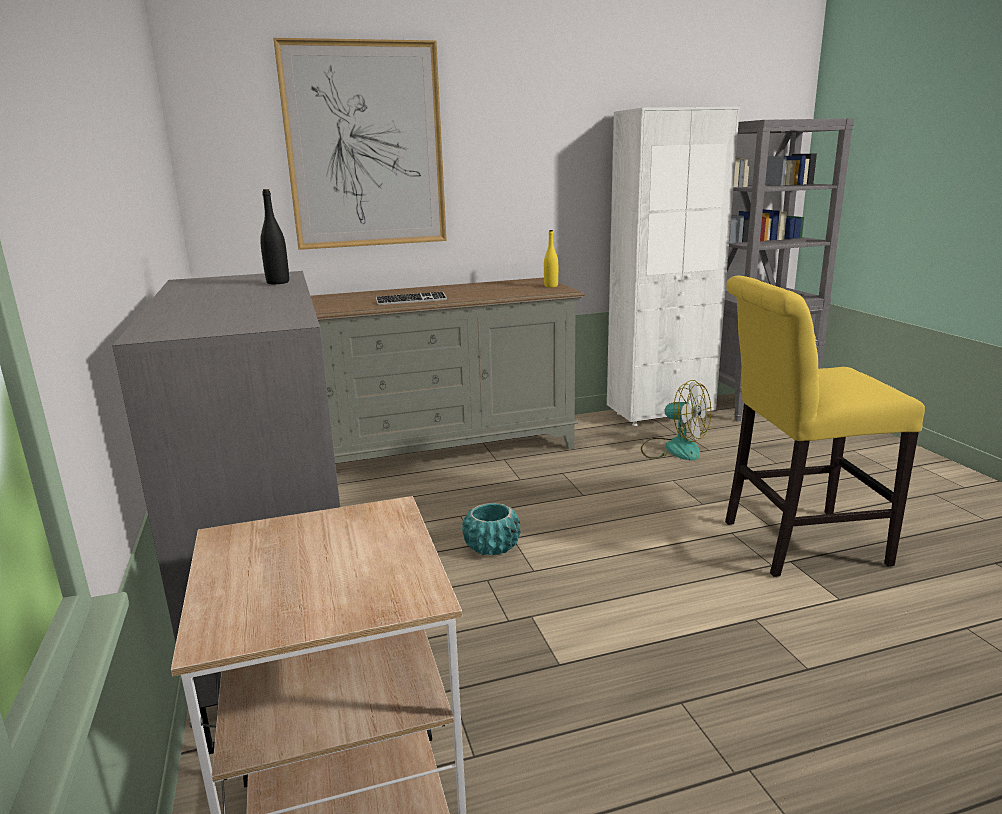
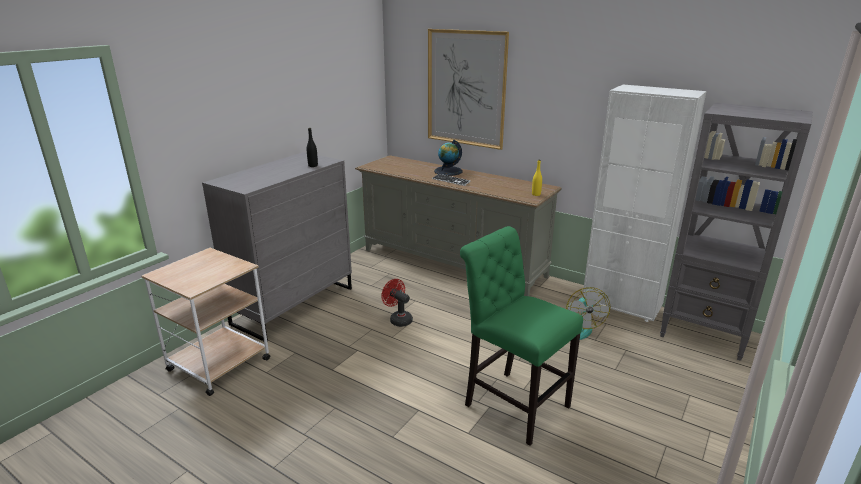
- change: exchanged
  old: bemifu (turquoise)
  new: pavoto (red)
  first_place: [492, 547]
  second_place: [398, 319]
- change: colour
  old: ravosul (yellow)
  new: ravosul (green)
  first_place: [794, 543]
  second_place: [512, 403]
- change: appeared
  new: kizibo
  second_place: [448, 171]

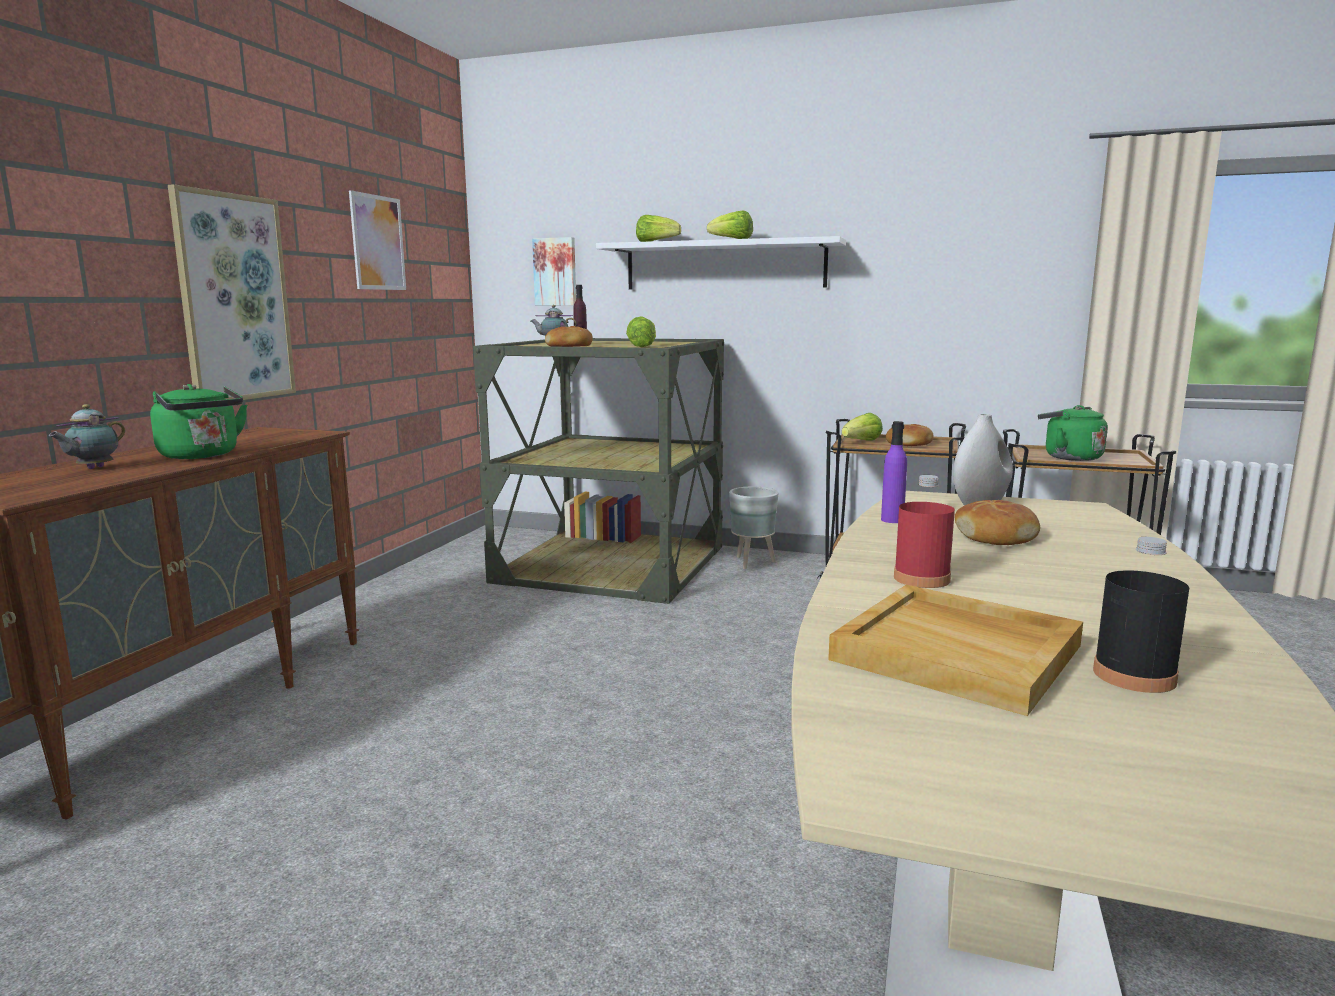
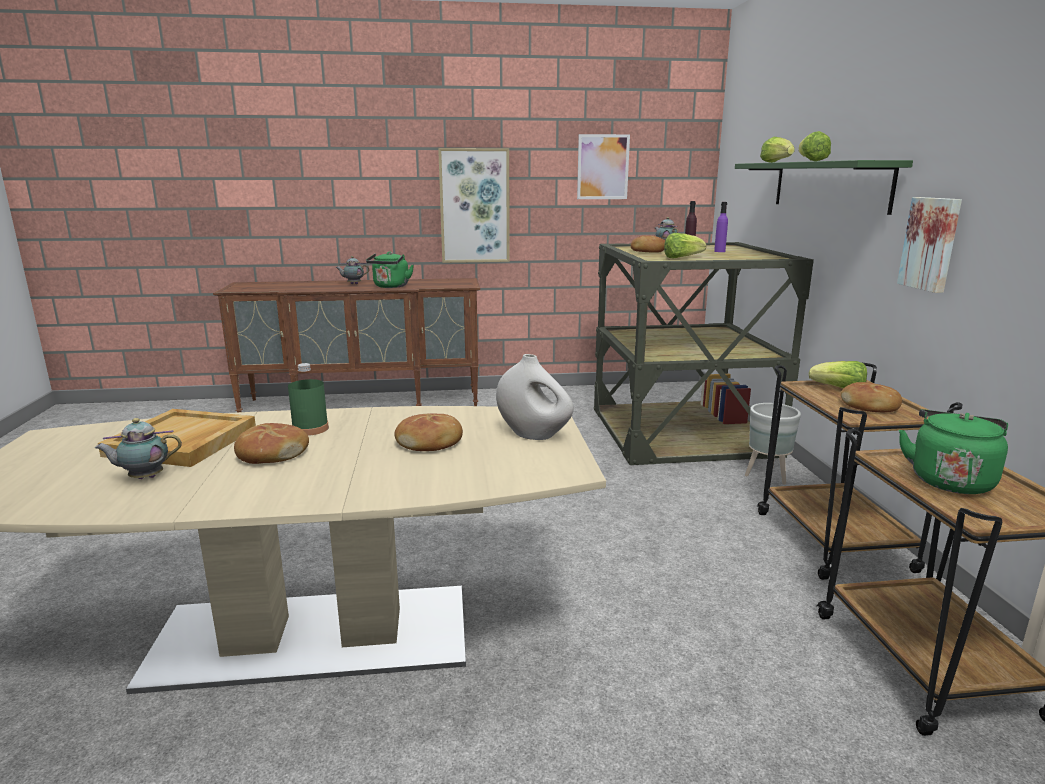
- change: relocated
  old: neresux
  first_place: [555, 272]
  second_place: [931, 244]
- change: colour
  old: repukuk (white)
  new: repukuk (green)
  first_place: [724, 265]
  second_place: [829, 185]
- change: relocated
  old: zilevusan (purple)
  first_place: [892, 520]
  second_place: [719, 251]
- change: colour
  old: zilevusan (red)
  new: zilevusan (green)
  first_place: [921, 578]
  second_place: [310, 429]
- change: exchanged
  old: zilevusan (black)
  new: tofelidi
  first_place: [1134, 676]
  second_place: [144, 478]
- change: appeared
  new: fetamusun
  second_place: [271, 454]

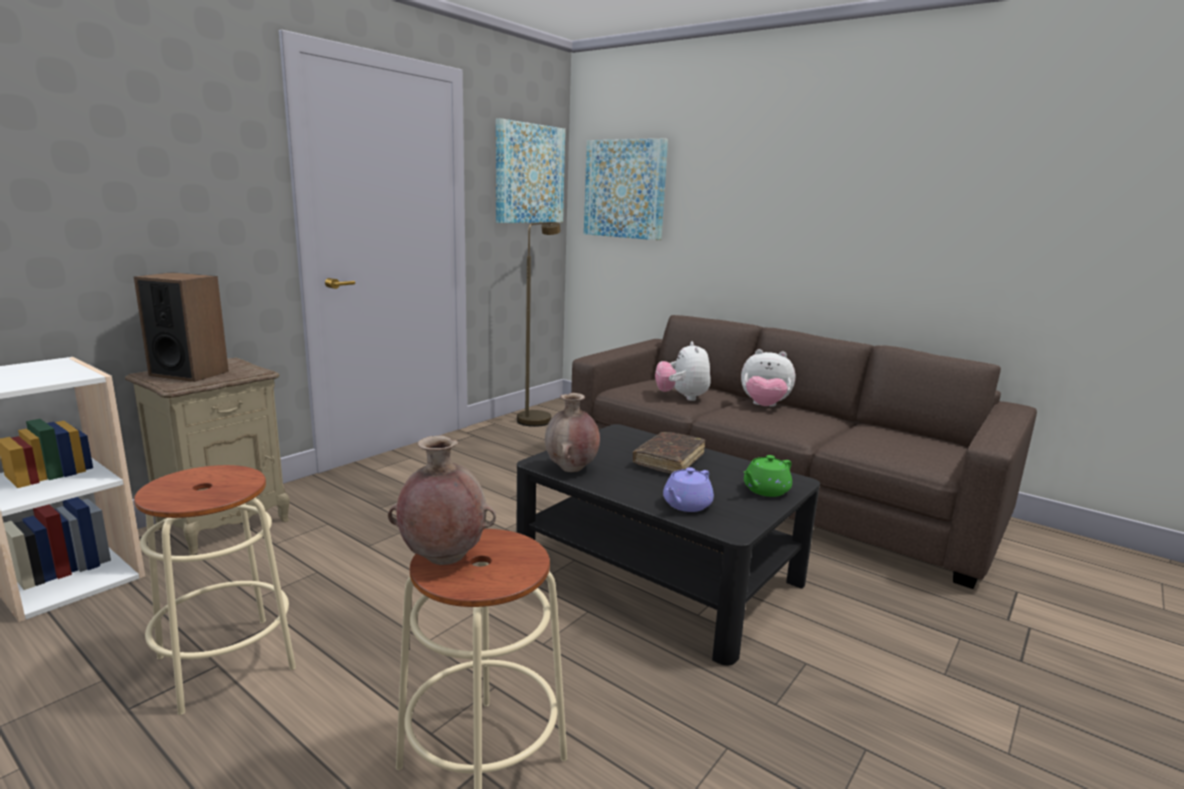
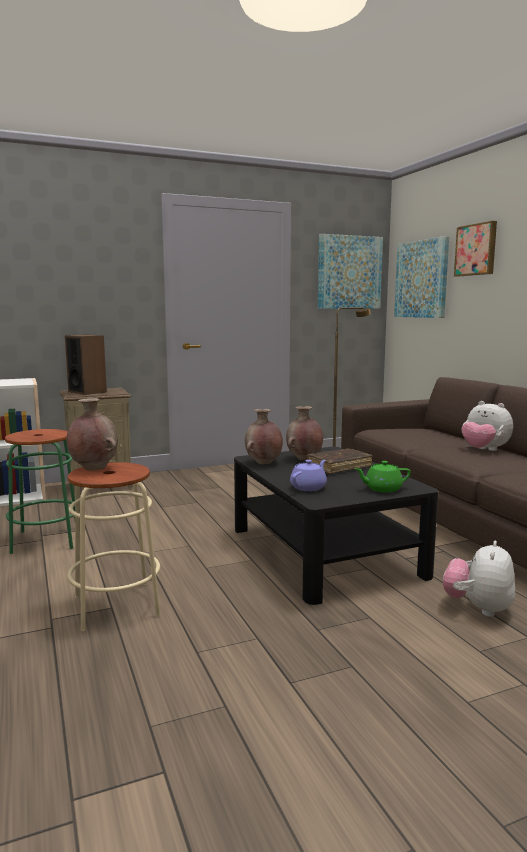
- change: colour
  old: ravosul (beige)
  new: ravosul (green)
  first_place: [226, 662]
  second_place: [46, 540]
- change: relocated
  old: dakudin
  first_place: [682, 397]
  second_place: [478, 608]
- change: spun
  old: tofelidi (purple)
  first_place: [686, 505]
  second_place: [309, 487]
  degrees: 150
- change: appeared
  new: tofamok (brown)
  second_place: [304, 459]
- change: appeared
  new: neresux
  second_place: [476, 250]

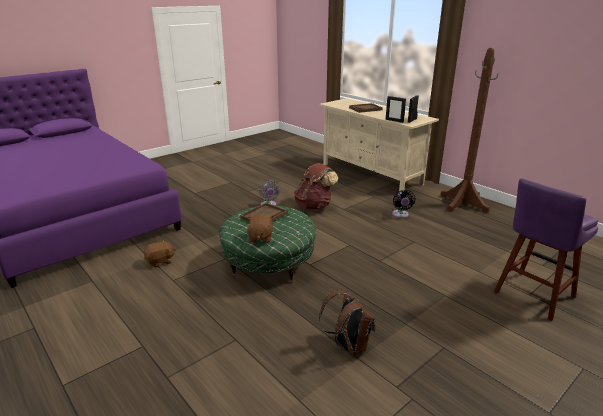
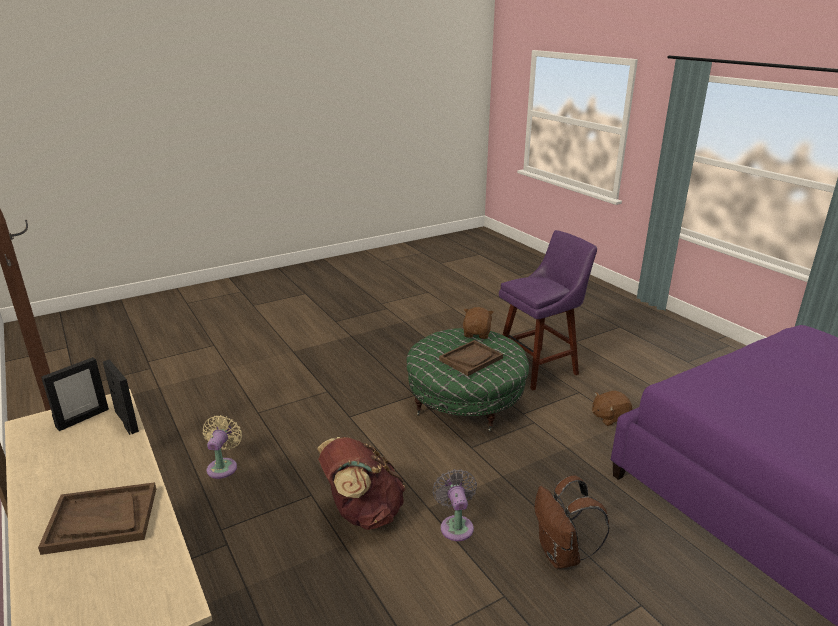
- change: relocated
  old: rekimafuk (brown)
  first_place: [347, 346]
  second_place: [562, 555]
- change: colour
  old: pavoto (black)
  new: pavoto (beige)
  first_place: [400, 215]
  second_place: [223, 466]
- change: relocated
  old: ravosul (purple)
  first_place: [532, 296]
  second_place: [539, 367]

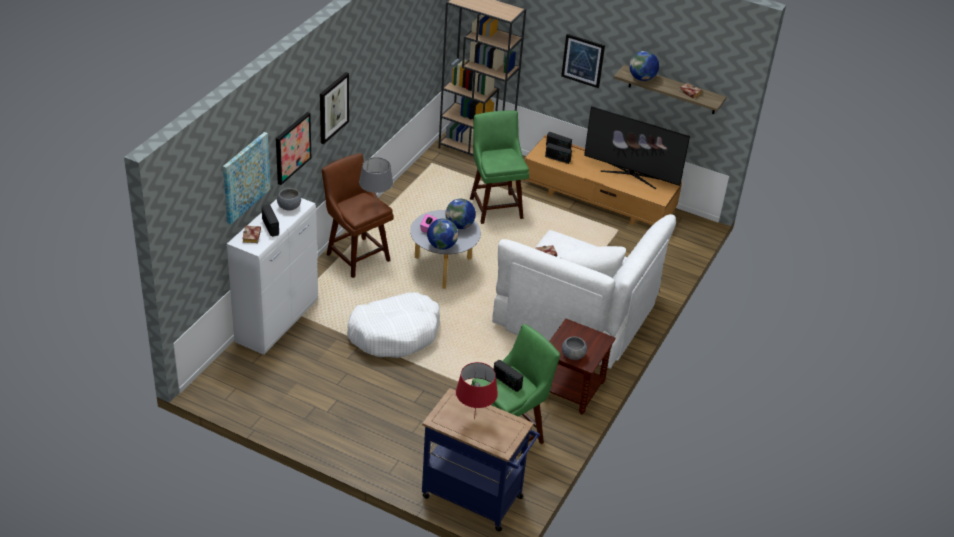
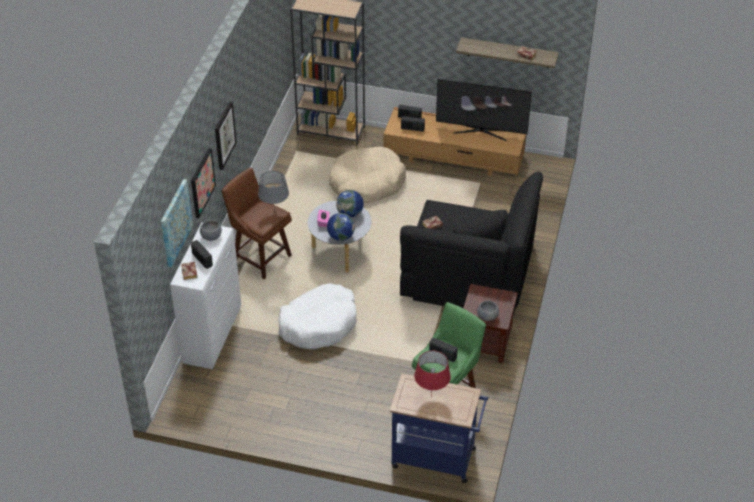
- change: exchanged
  old: ravosul (green)
  new: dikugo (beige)
  first_place: [495, 207]
  second_place: [366, 183]
- change: colour
  old: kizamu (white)
  new: kizamu (black)
  first_place: [576, 313]
  second_place: [468, 270]
- change: missing
  old: neresux
  first_place: [583, 60]
- change: missing
  old: kizibo
  first_place: [642, 78]

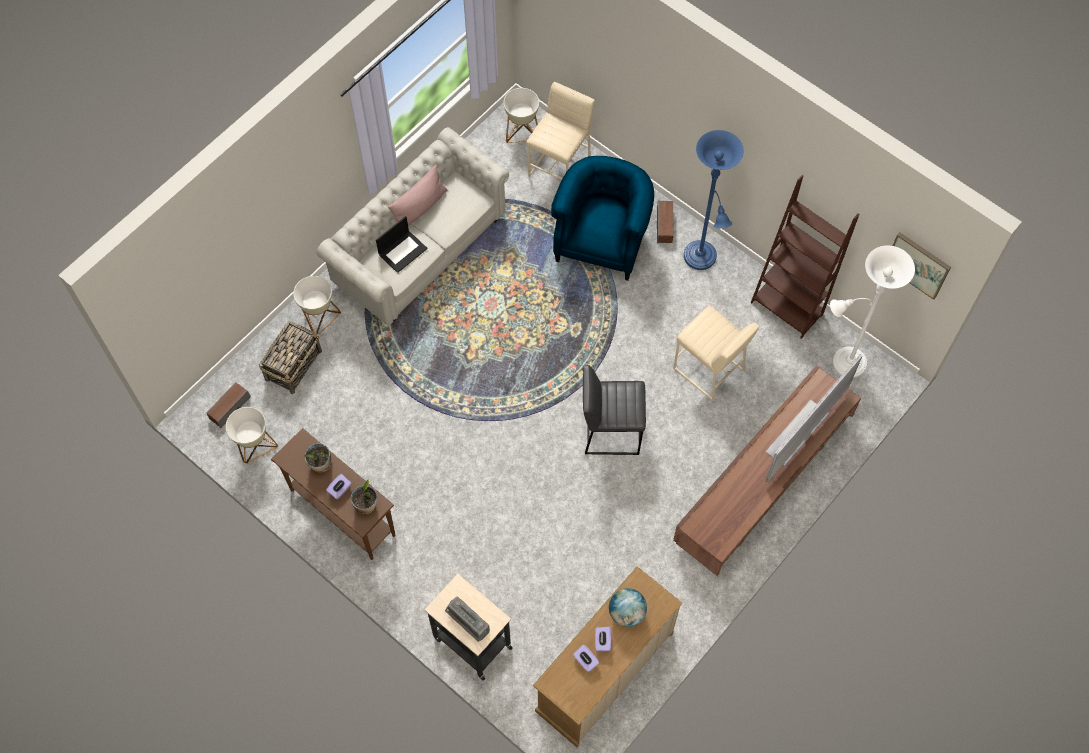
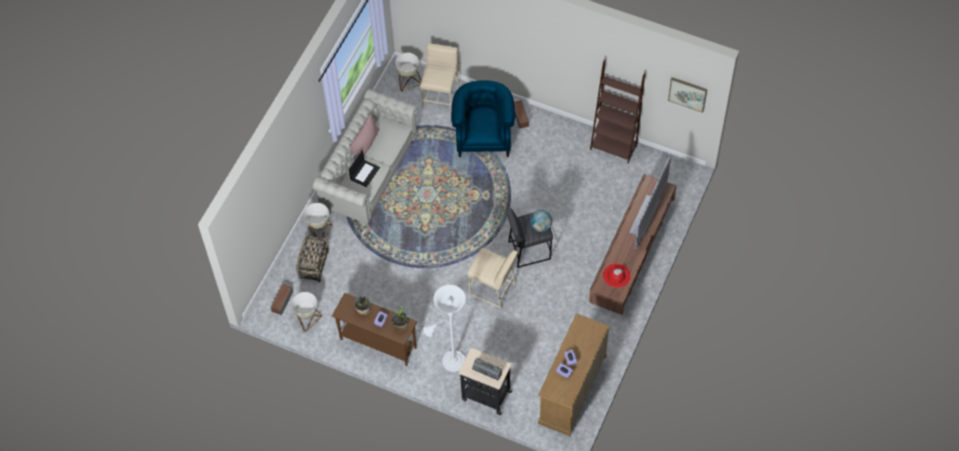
- change: relocated
  old: kizibo
  first_place: [626, 613]
  second_place: [540, 226]
- change: relocated
  old: ravosul (beige)
  first_place: [709, 370]
  second_place: [493, 289]
- change: missing
  old: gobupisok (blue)
  first_place: [701, 259]
- change: relocated
  old: gobupisok (white)
  first_place: [844, 363]
  second_place: [450, 362]
- change: appeared
  new: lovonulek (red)
  second_place: [616, 275]

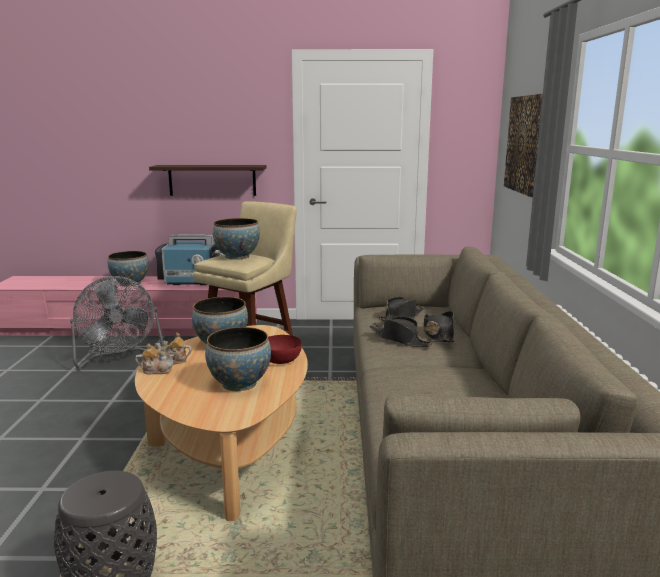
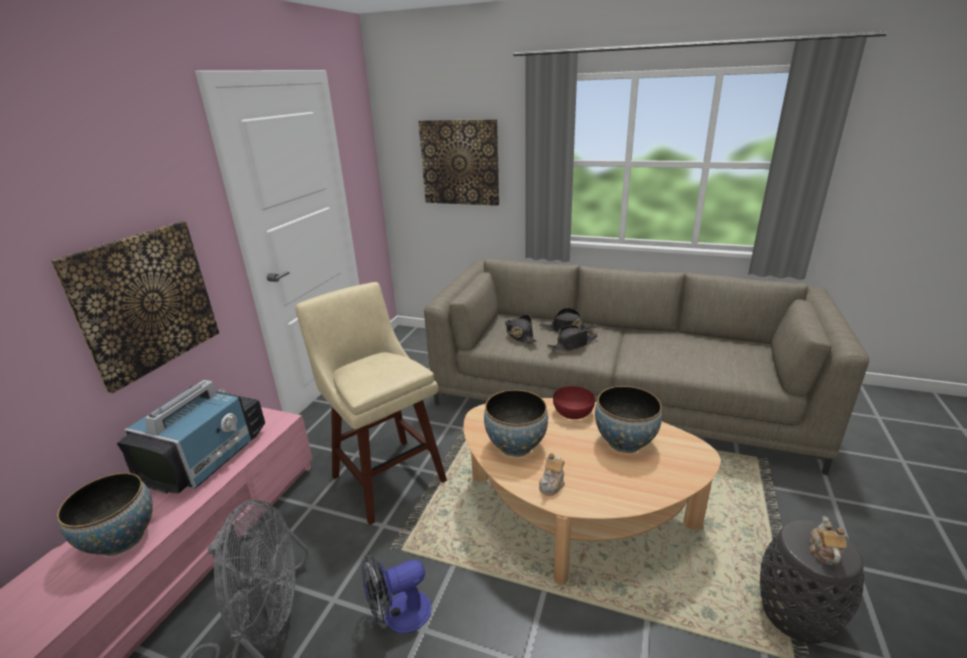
- change: relocated
  old: tofelidi
  first_place: [156, 370]
  second_place: [823, 551]
- change: exchanged
  old: repukuk
  new: neresux
  first_place: [212, 180]
  second_place: [145, 302]
- change: missing
  old: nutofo
  first_place: [237, 256]
- change: appeared
  new: pavoto
  second_place: [399, 615]

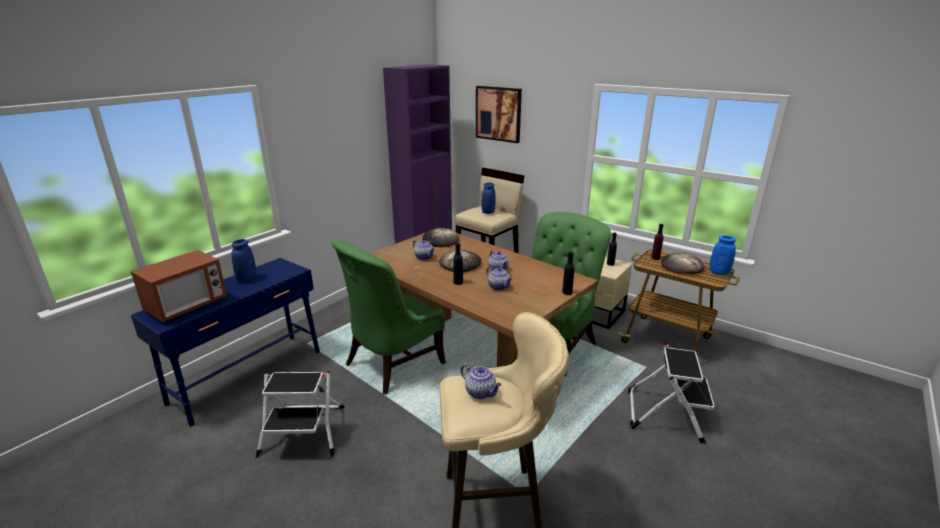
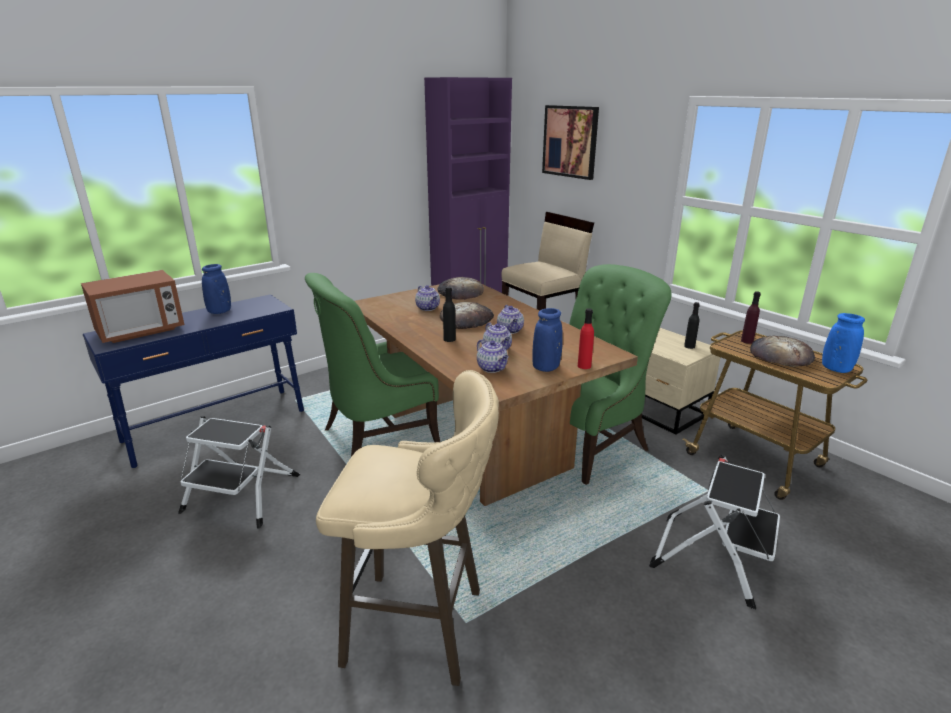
- change: relocated
  old: tofelidi
  first_place: [481, 392]
  second_place: [492, 368]
- change: relocated
  old: tofamok (blue)
  first_place: [488, 212]
  second_place: [546, 368]
- change: colour
  old: zilevusan (black)
  new: zilevusan (red)
  first_place: [567, 292]
  second_place: [584, 366]

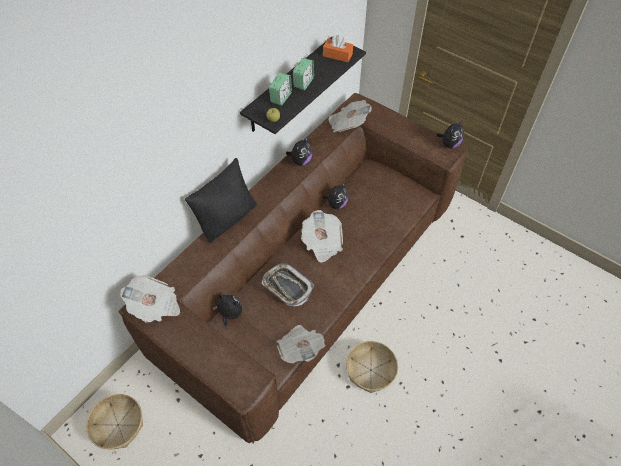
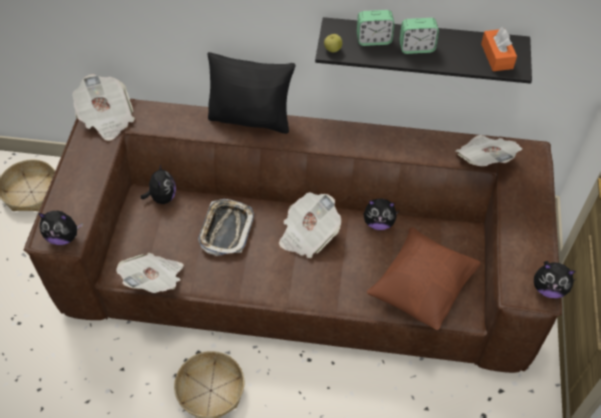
- change: relocated
  old: dakudin
  first_place: [300, 161]
  second_place: [63, 237]
- change: appeared
  new: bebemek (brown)
  second_place: [421, 288]

